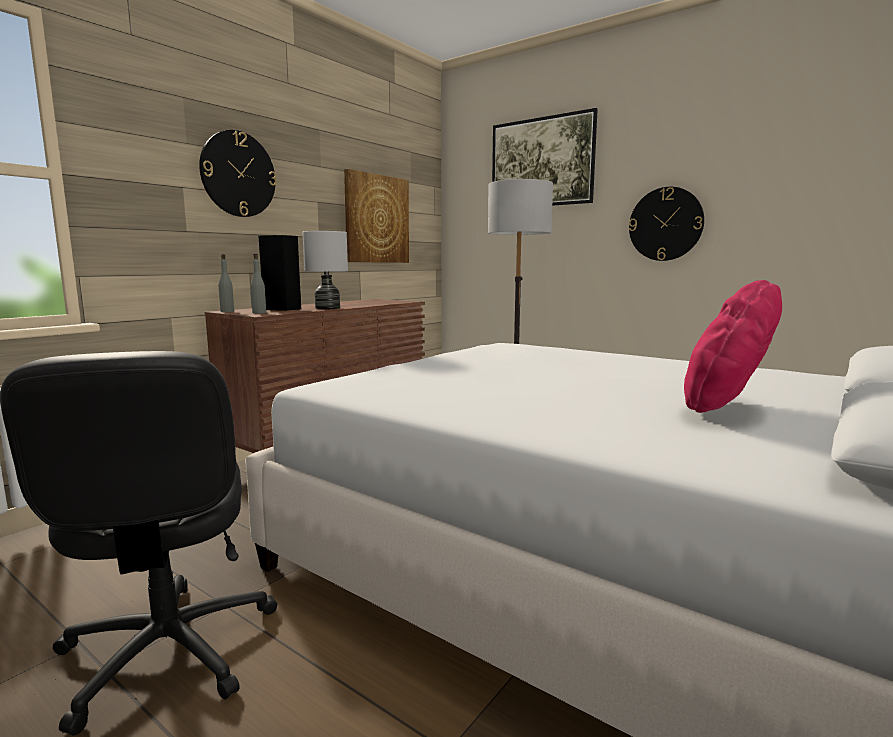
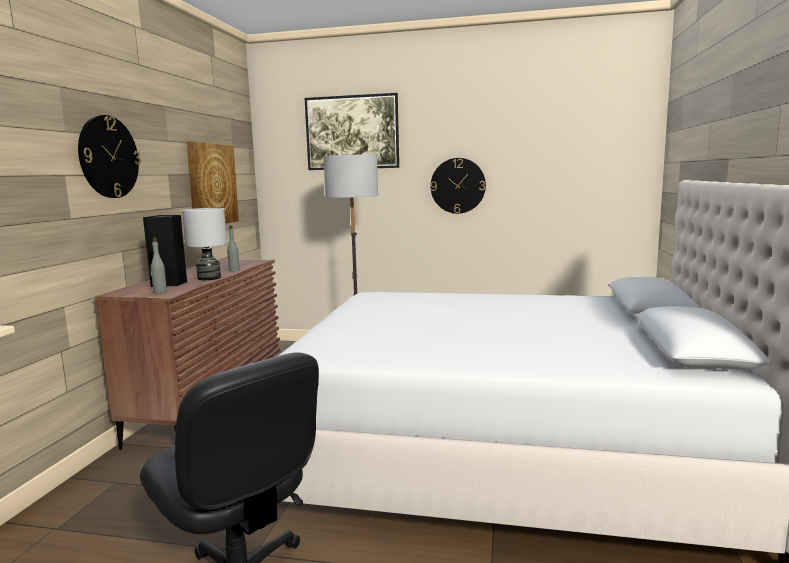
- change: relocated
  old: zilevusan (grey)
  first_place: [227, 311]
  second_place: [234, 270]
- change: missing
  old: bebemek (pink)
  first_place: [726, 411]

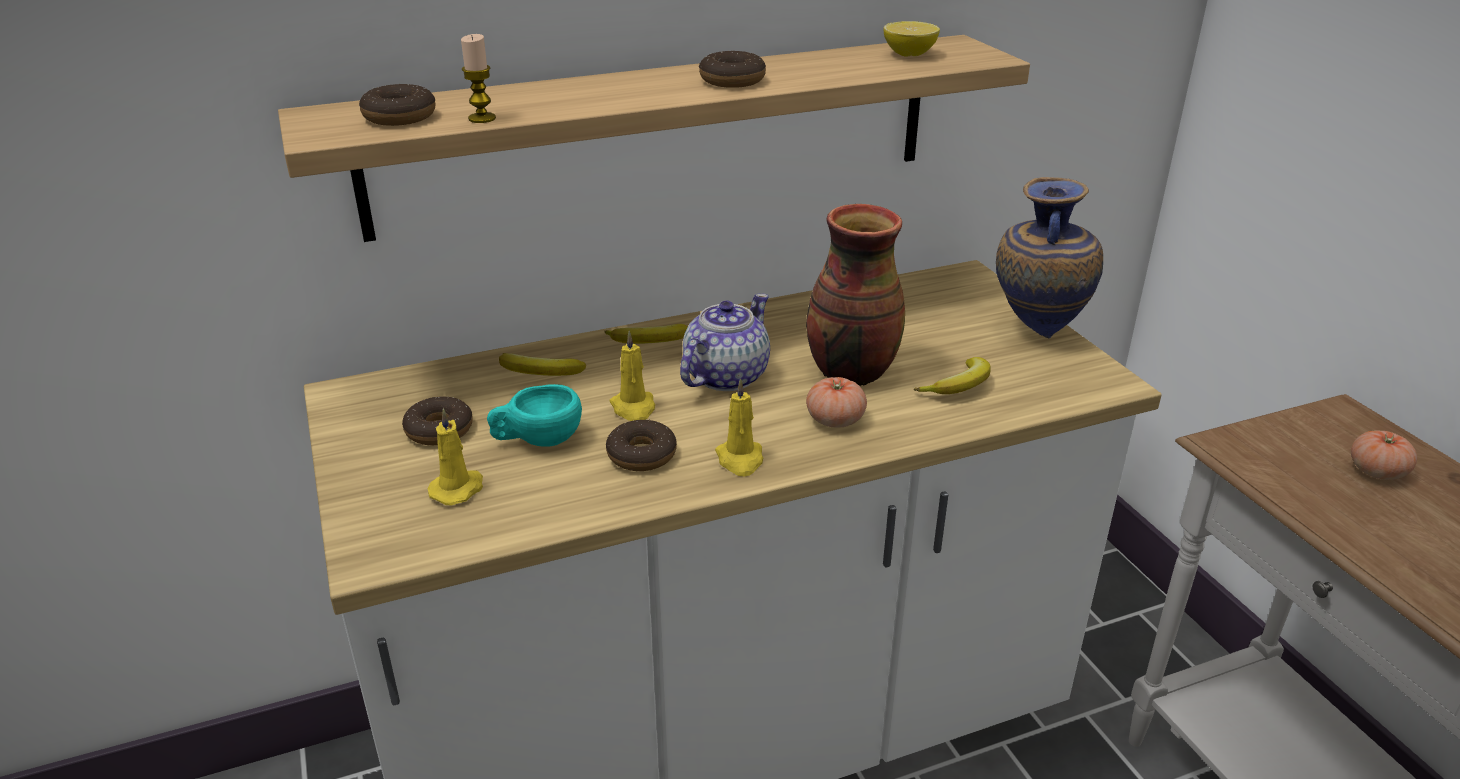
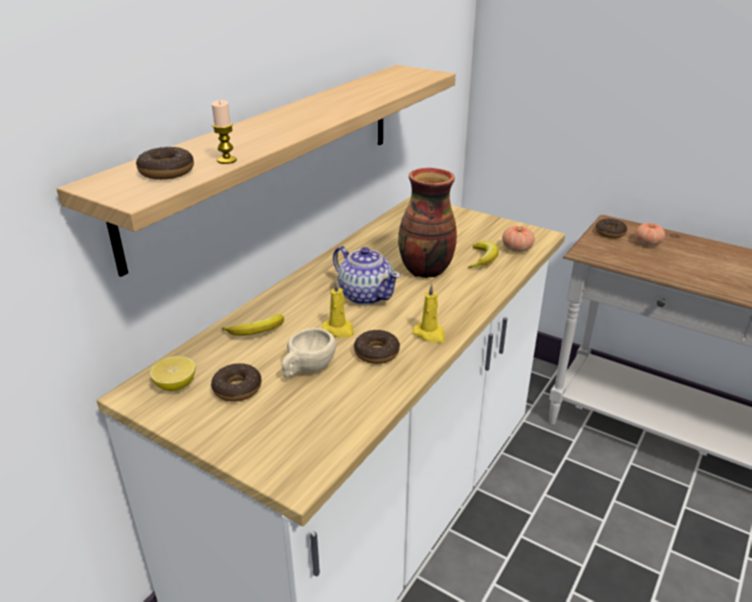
- change: missing
  old: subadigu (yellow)
  first_place: [458, 489]
- change: colour
  old: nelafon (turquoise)
  new: nelafon (beige)
  first_place: [537, 440]
  second_place: [307, 369]
- change: missing
  old: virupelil
  first_place: [648, 343]
- change: spun
  old: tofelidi
  first_place: [724, 376]
  second_place: [366, 295]
  degrees: 135
- change: relocated
  old: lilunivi
  first_place: [732, 80]
  second_place: [610, 233]
- change: relocated
  old: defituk
  first_place: [835, 420]
  second_place: [517, 249]
- change: relocated
  old: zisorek
  first_place: [909, 55]
  second_place: [175, 385]
- change: missing
  old: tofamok
  first_place: [1035, 333]

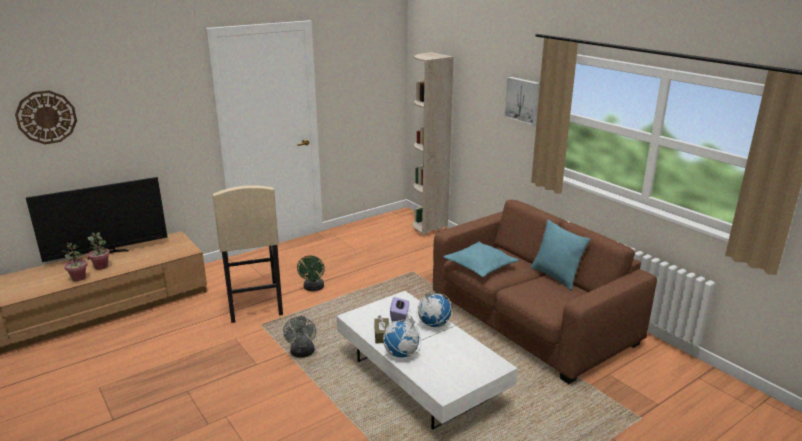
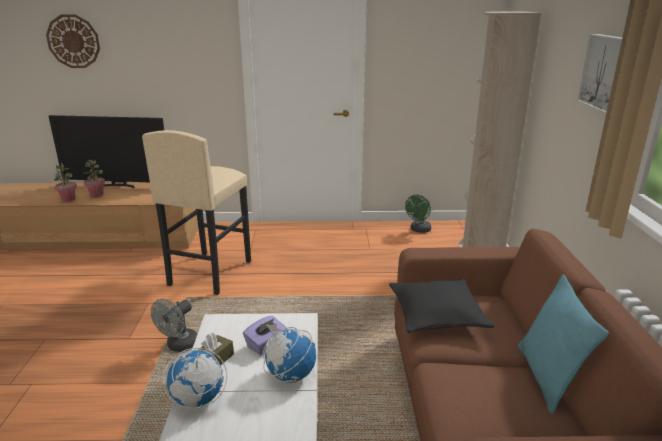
- change: relocated
  old: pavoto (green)
  first_place: [313, 288]
  second_place: [419, 230]
- change: colour
  old: bebemek (turquoise)
  new: bebemek (black)
  first_place: [480, 266]
  second_place: [437, 315]

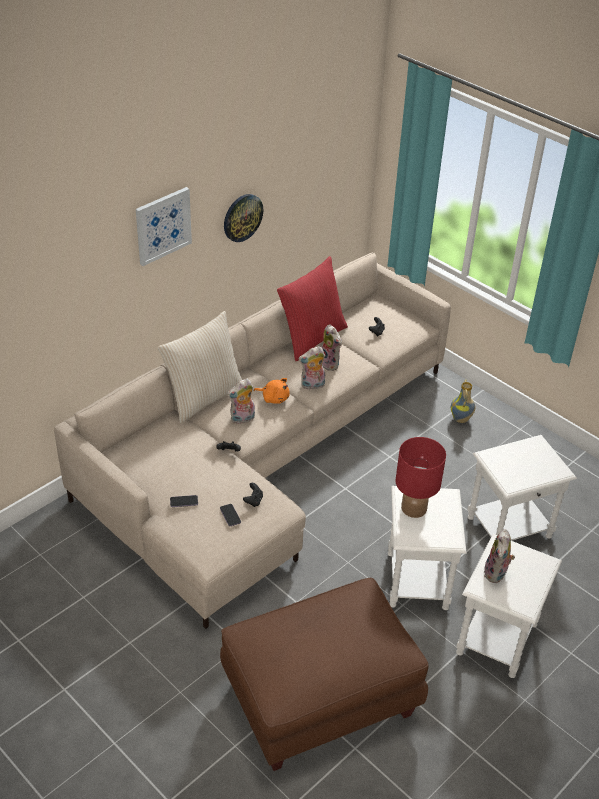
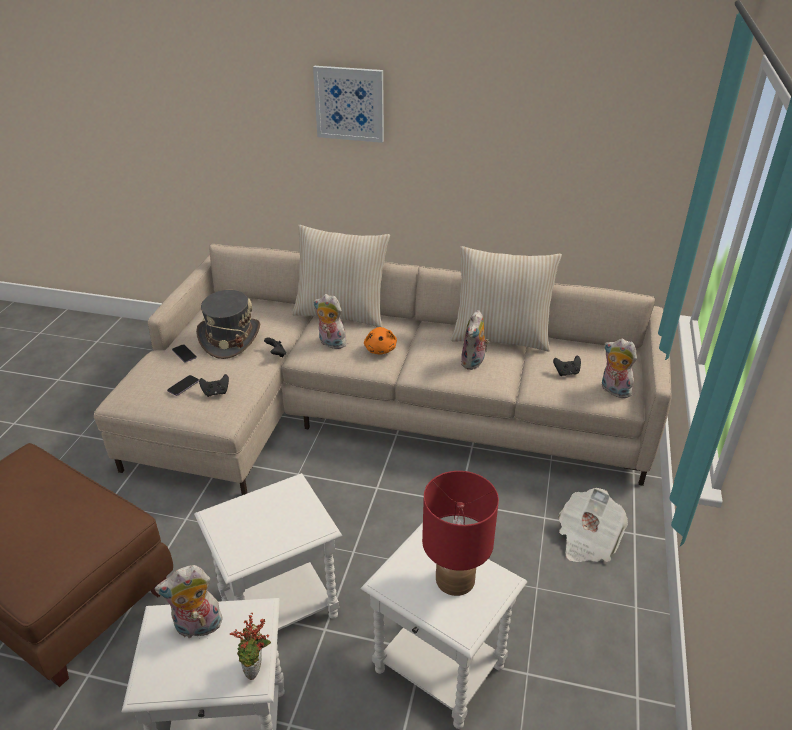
- change: missing
  old: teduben
  first_place: [242, 217]
- change: colour
  old: bebemek (red)
  new: bebemek (beige)
  first_place: [311, 338]
  second_place: [501, 337]
- change: relocated
  old: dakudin
  first_place: [312, 385]
  second_place: [613, 391]
- change: relocated
  old: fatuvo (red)
  first_place: [414, 508]
  second_place: [455, 580]
- change: exchanged
  old: tofamok
  new: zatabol
  first_place: [461, 419]
  second_place: [587, 539]
- change: appeared
  new: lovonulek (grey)
  second_place: [230, 338]
- change: appeared
  new: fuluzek
  second_place: [256, 670]

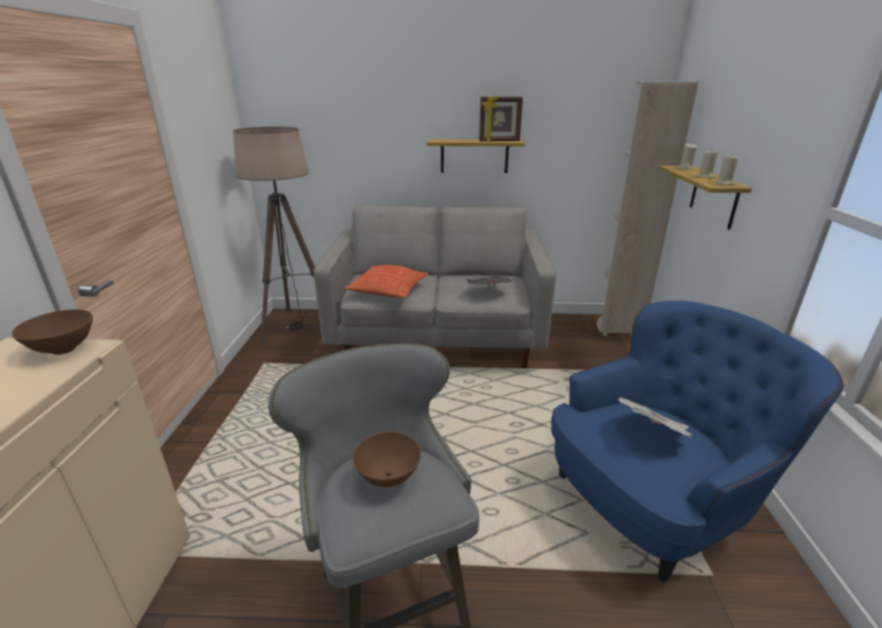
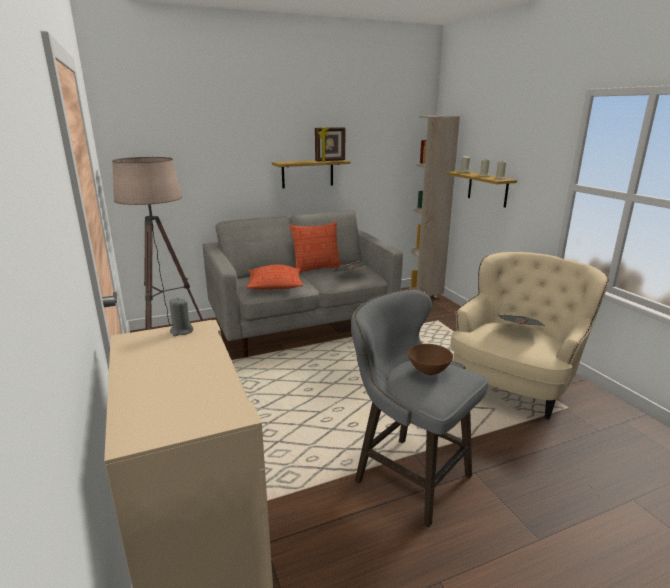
- change: exchanged
  old: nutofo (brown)
  new: subadigu (grey)
  first_place: [65, 349]
  second_place: [181, 331]
- change: colour
  old: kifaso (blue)
  new: kifaso (beige)
  first_place: [653, 499]
  second_place: [515, 382]
- change: appeared
  new: bebemek (orange)
  second_place: [316, 269]

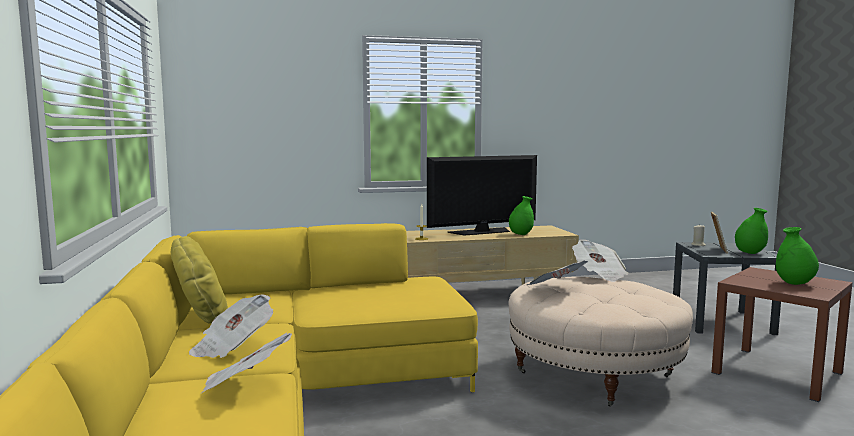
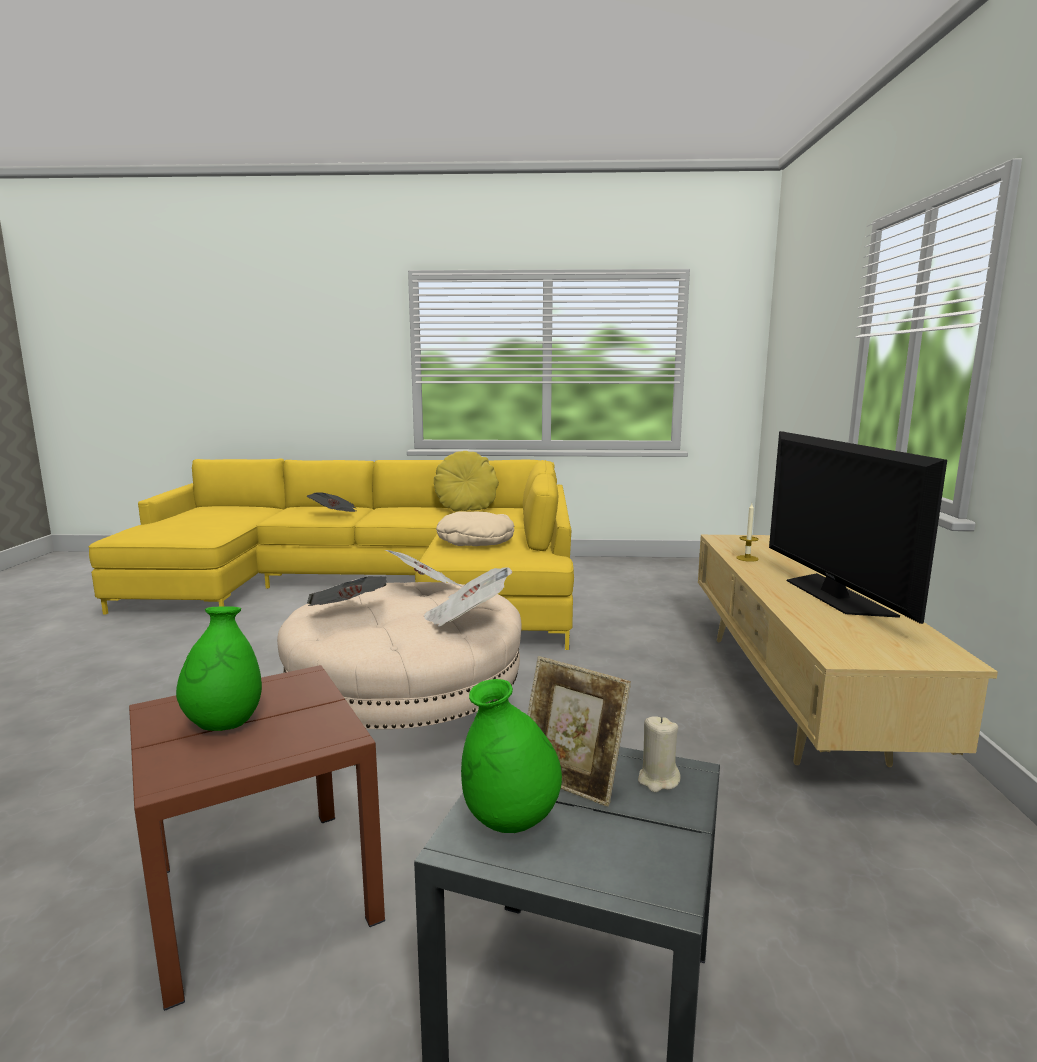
- change: relocated
  old: zatabol
  first_place: [232, 347]
  second_place: [348, 613]
- change: missing
  old: tofamok (green)
  first_place: [521, 234]
- change: appeared
  new: bebemek (beige)
  second_place: [476, 541]

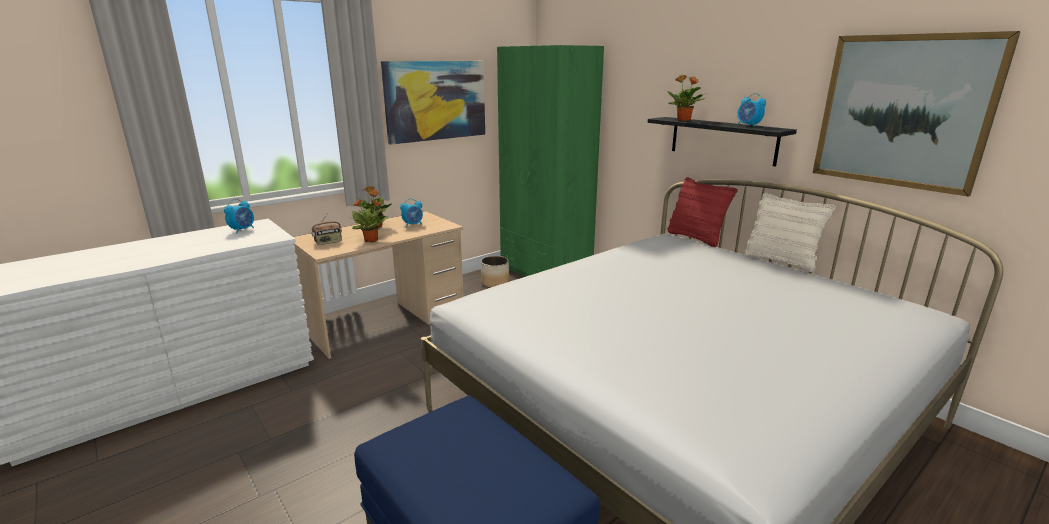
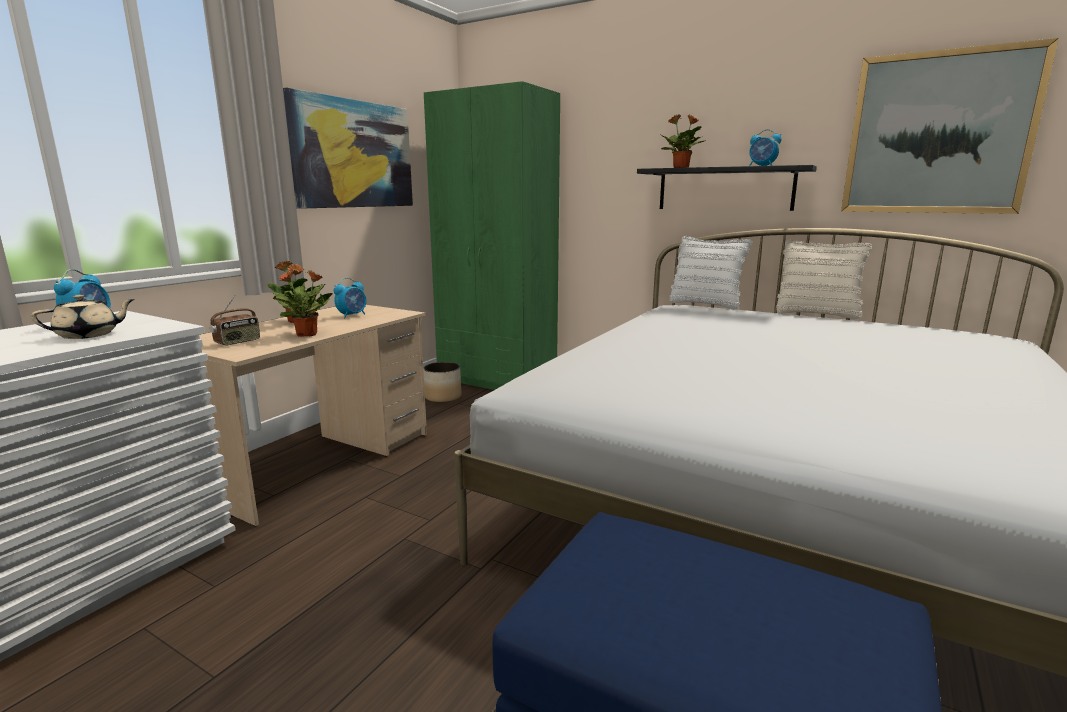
- change: colour
  old: bebemek (red)
  new: bebemek (white)
  first_place: [697, 238]
  second_place: [706, 304]
- change: appeared
  new: tofelidi (beige)
  second_place: [89, 335]

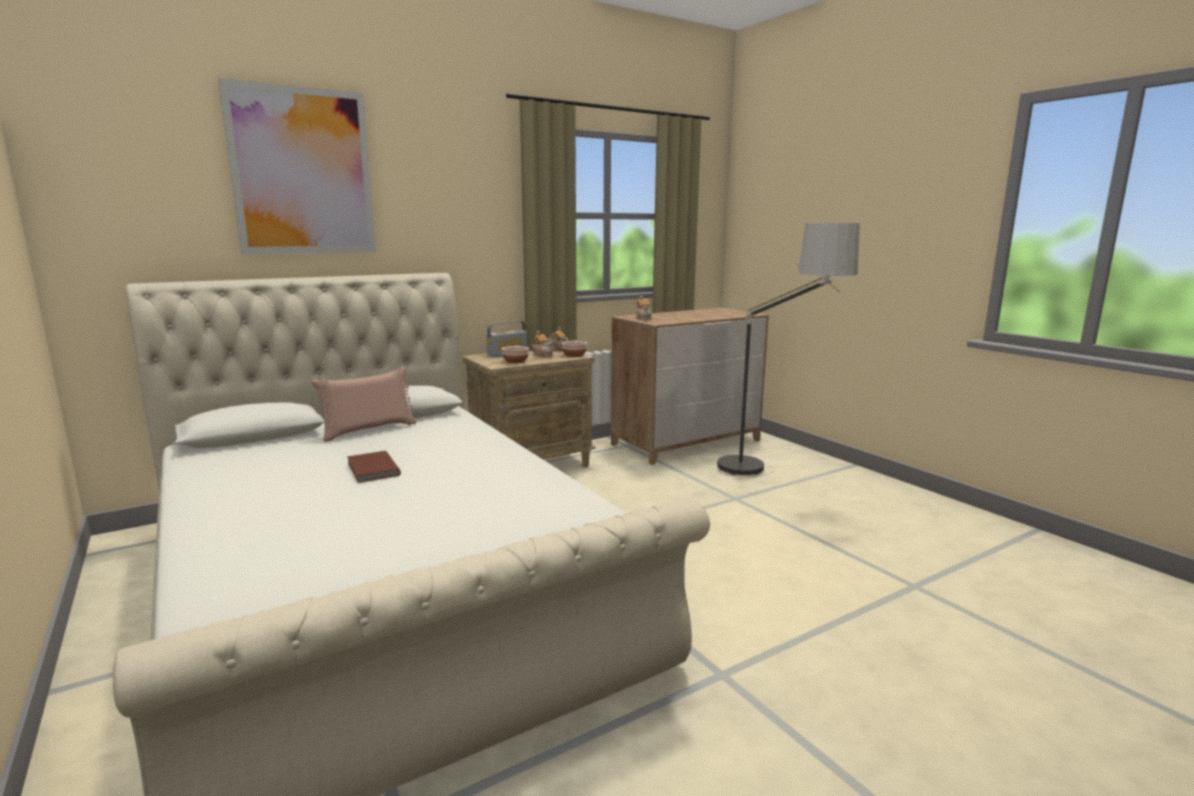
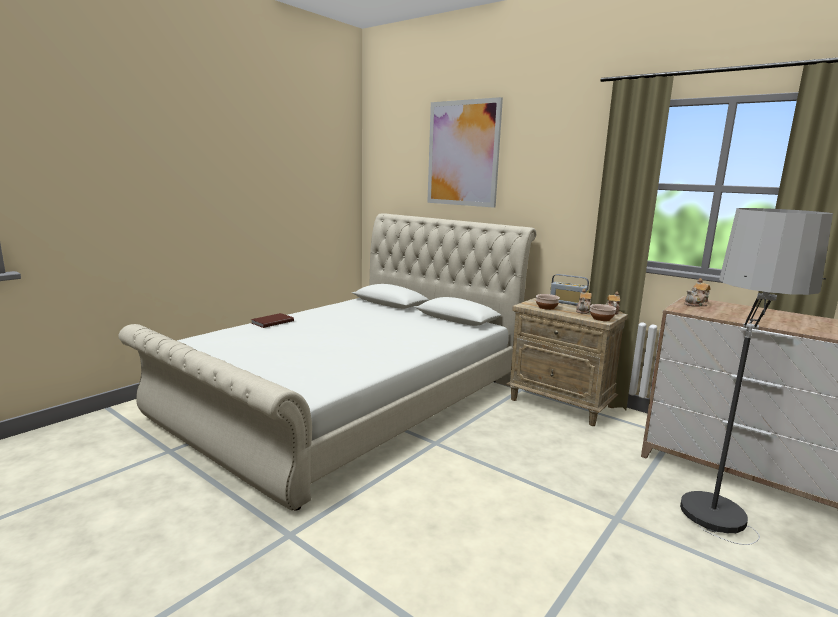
- change: missing
  old: bebemek (beige)
  first_place: [368, 430]
- change: relocated
  old: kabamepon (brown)
  first_place: [372, 469]
  second_place: [271, 322]

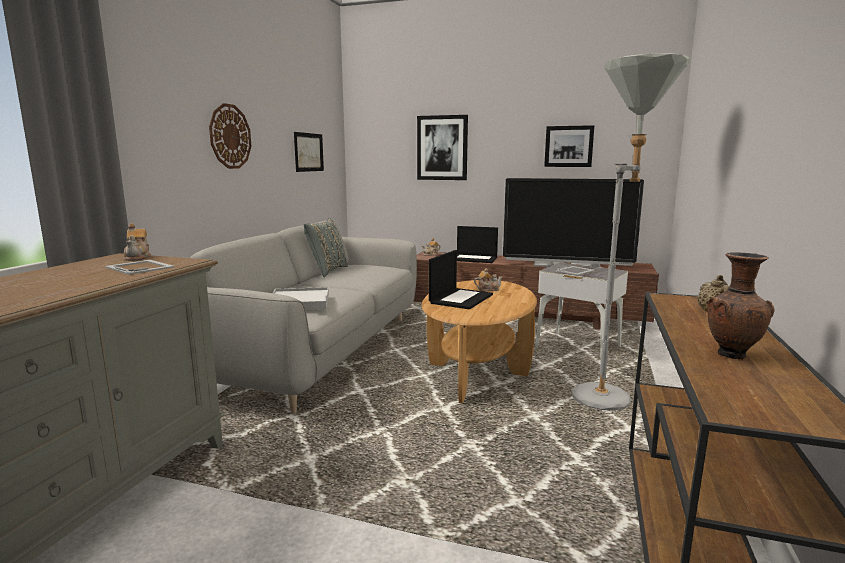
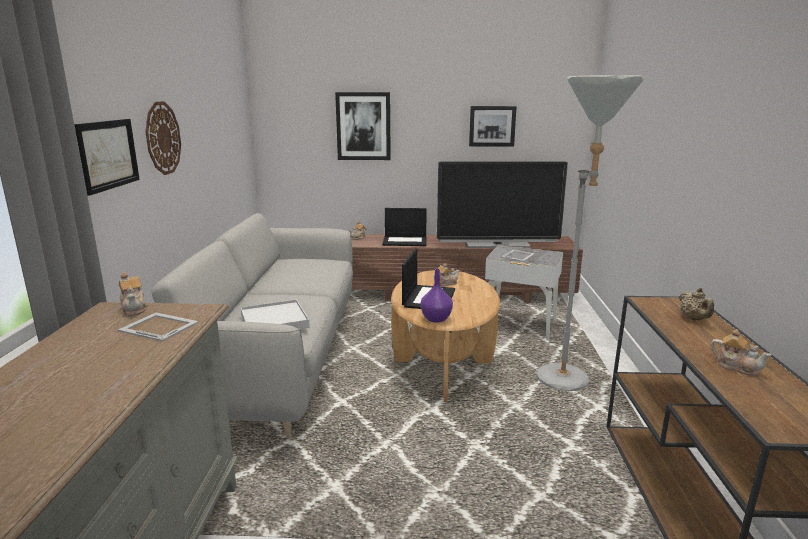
- change: relocated
  old: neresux
  first_place: [308, 152]
  second_place: [108, 154]
- change: missing
  old: bebemek (grey)
  first_place: [327, 271]
- change: exchanged
  old: tofamok (brown)
  new: tofelidi
  first_place: [732, 355]
  second_place: [737, 367]
- change: appeared
  new: tofamok (purple)
  second_place: [435, 319]

